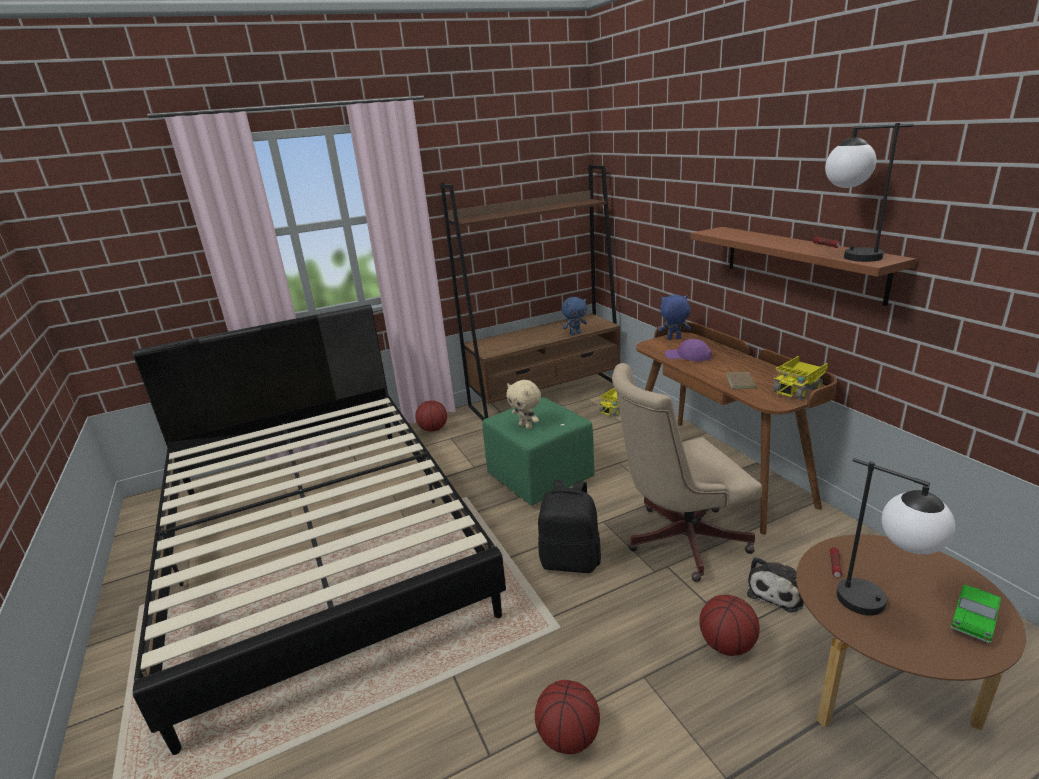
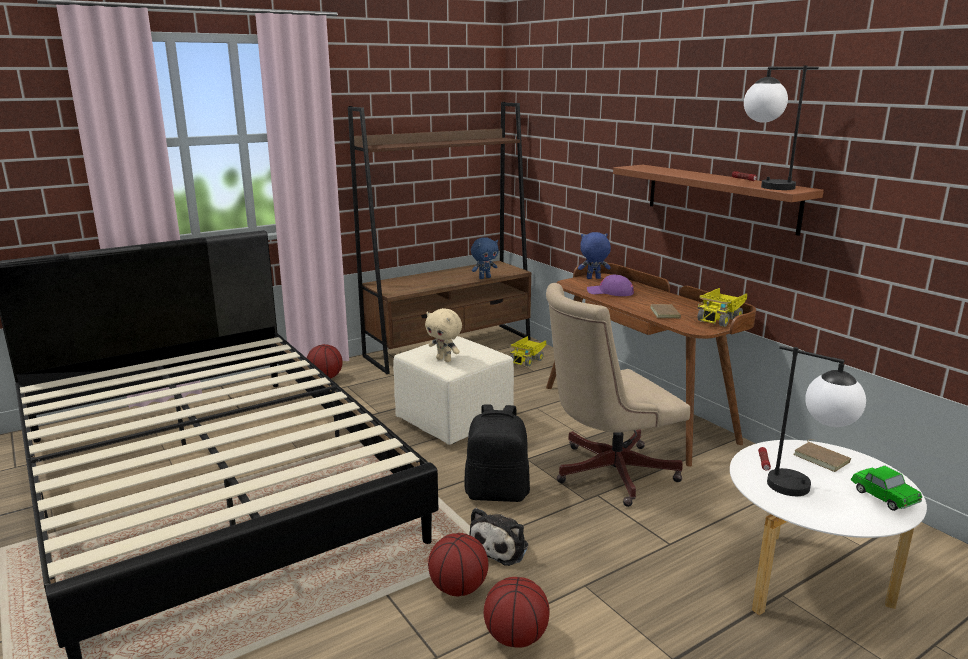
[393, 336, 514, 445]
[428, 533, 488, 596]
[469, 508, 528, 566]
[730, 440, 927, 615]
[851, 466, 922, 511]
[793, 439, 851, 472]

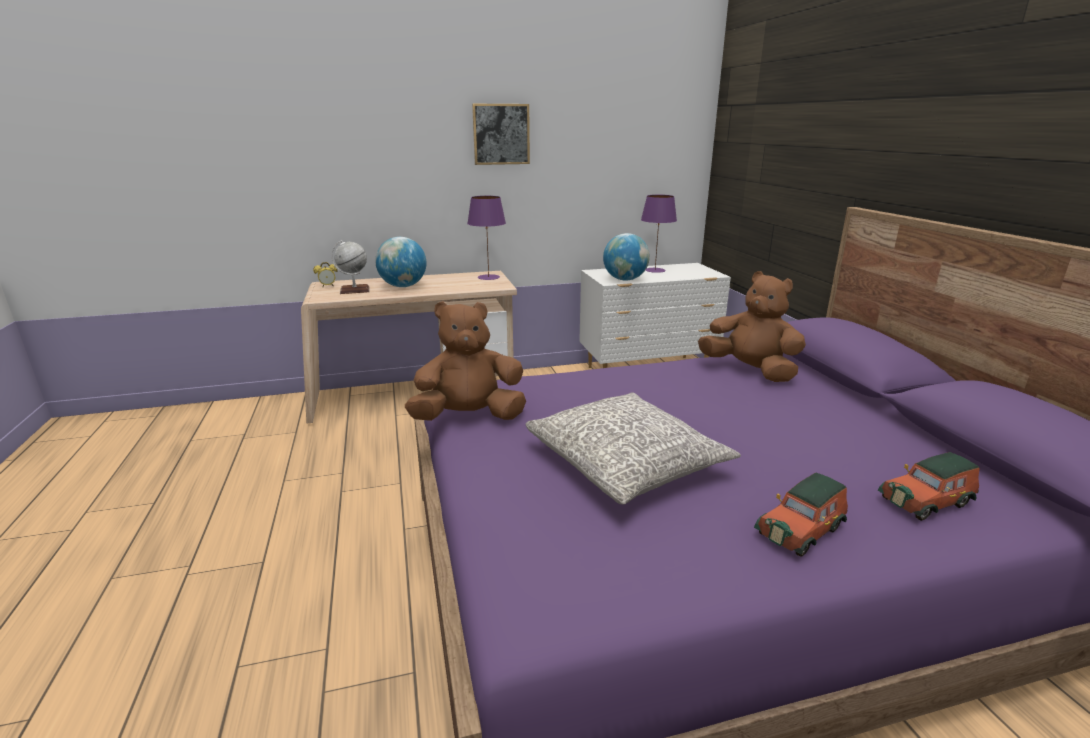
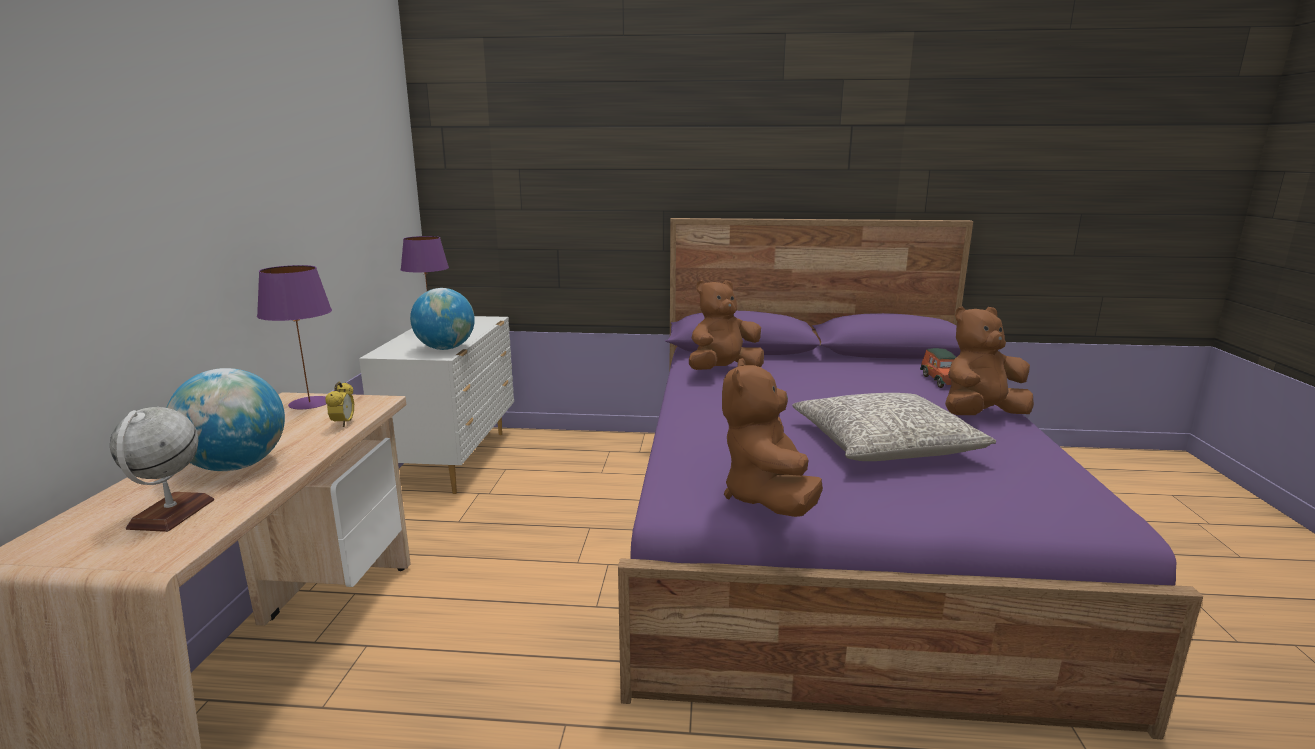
[325, 382, 354, 427]
[472, 104, 530, 165] (first image)
[945, 307, 1034, 415]

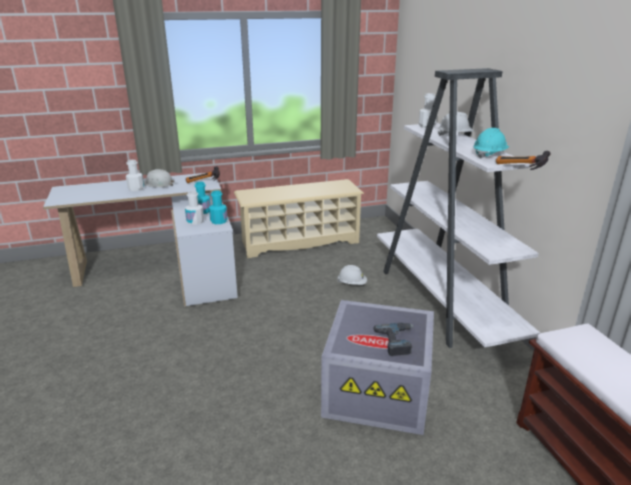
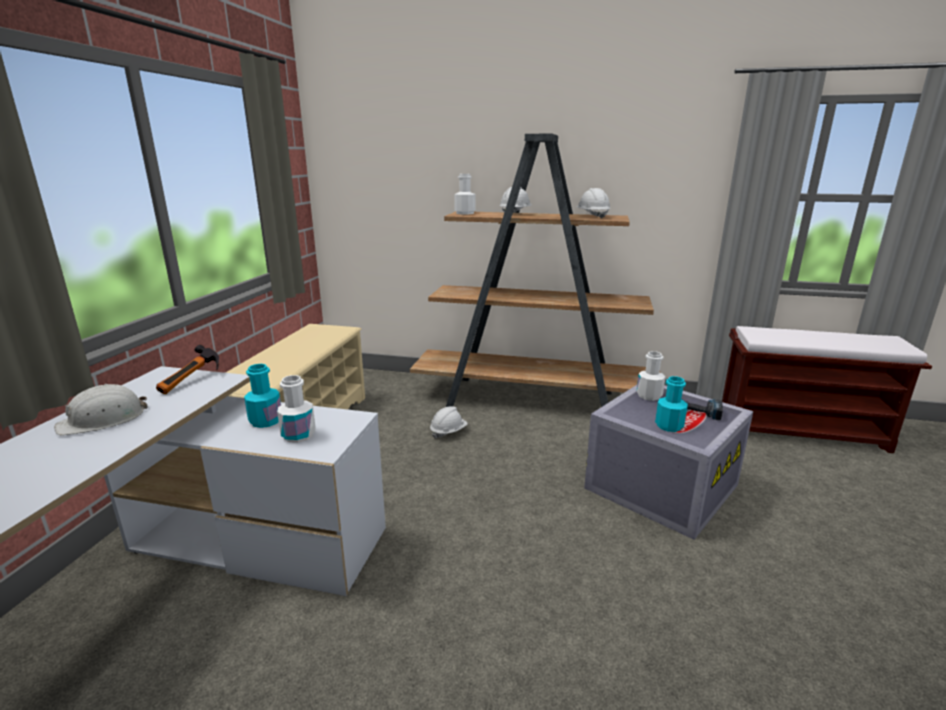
[637, 351, 665, 401]
[655, 376, 688, 432]
[410, 133, 654, 407]
[576, 188, 611, 219]
[496, 151, 551, 170] (first image)

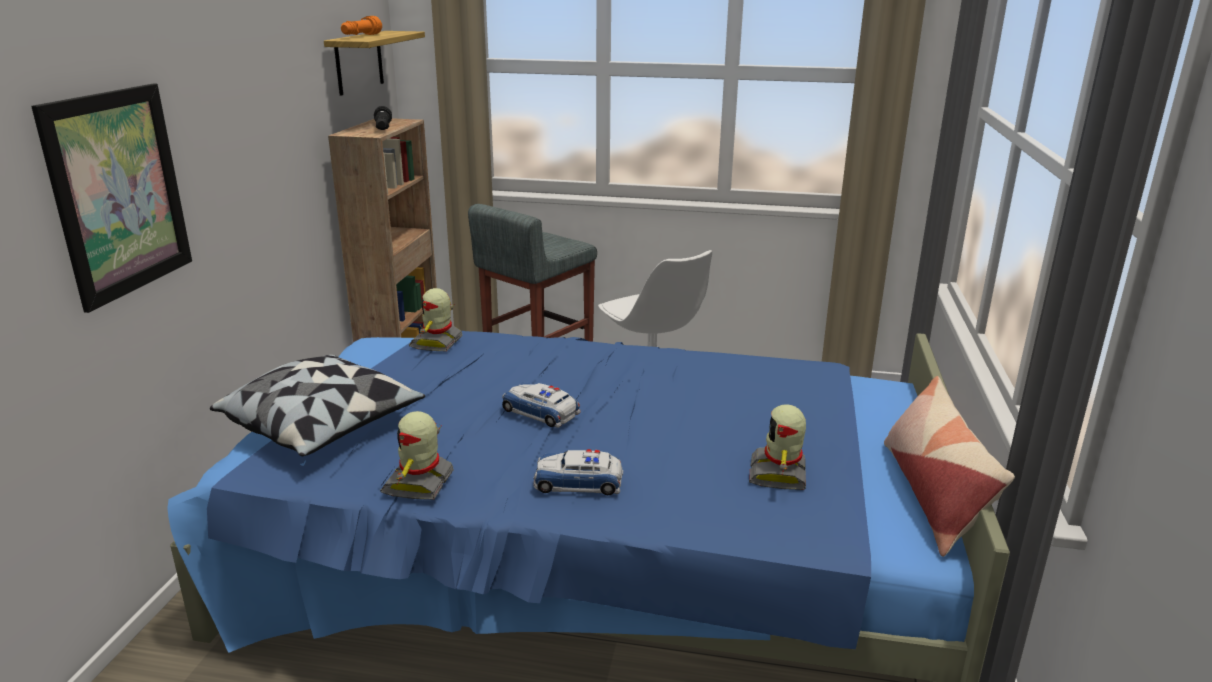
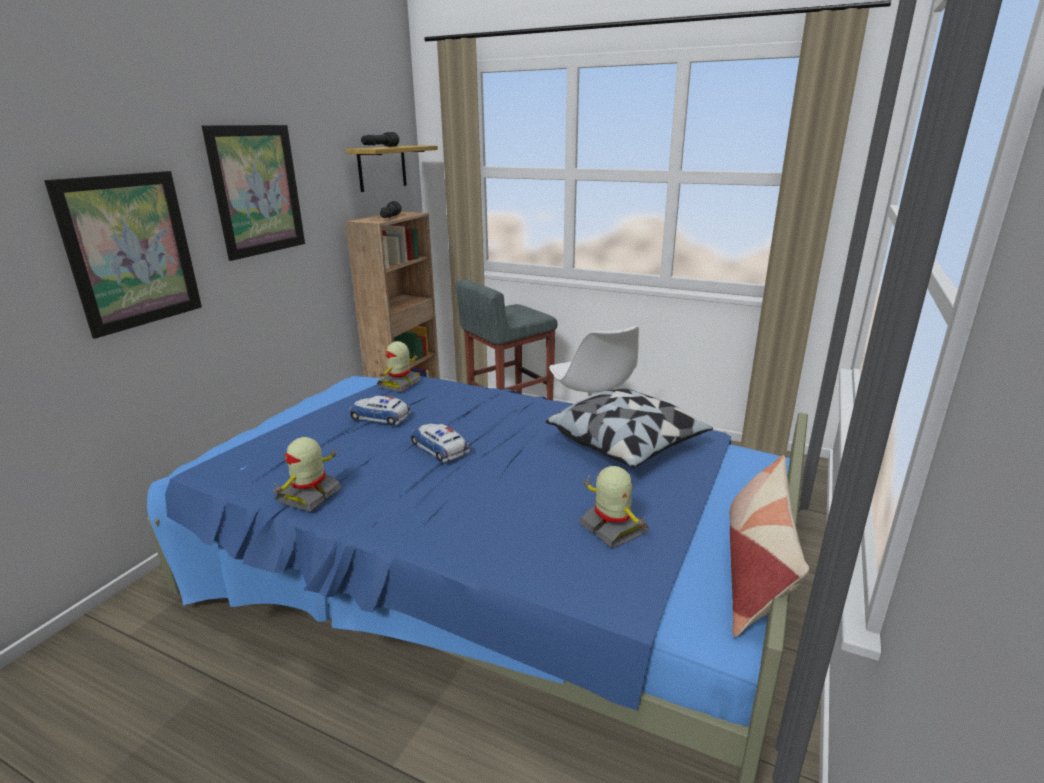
[546, 388, 713, 468]
[361, 132, 399, 147]
[349, 396, 411, 425]
[580, 466, 649, 548]
[202, 125, 305, 261]

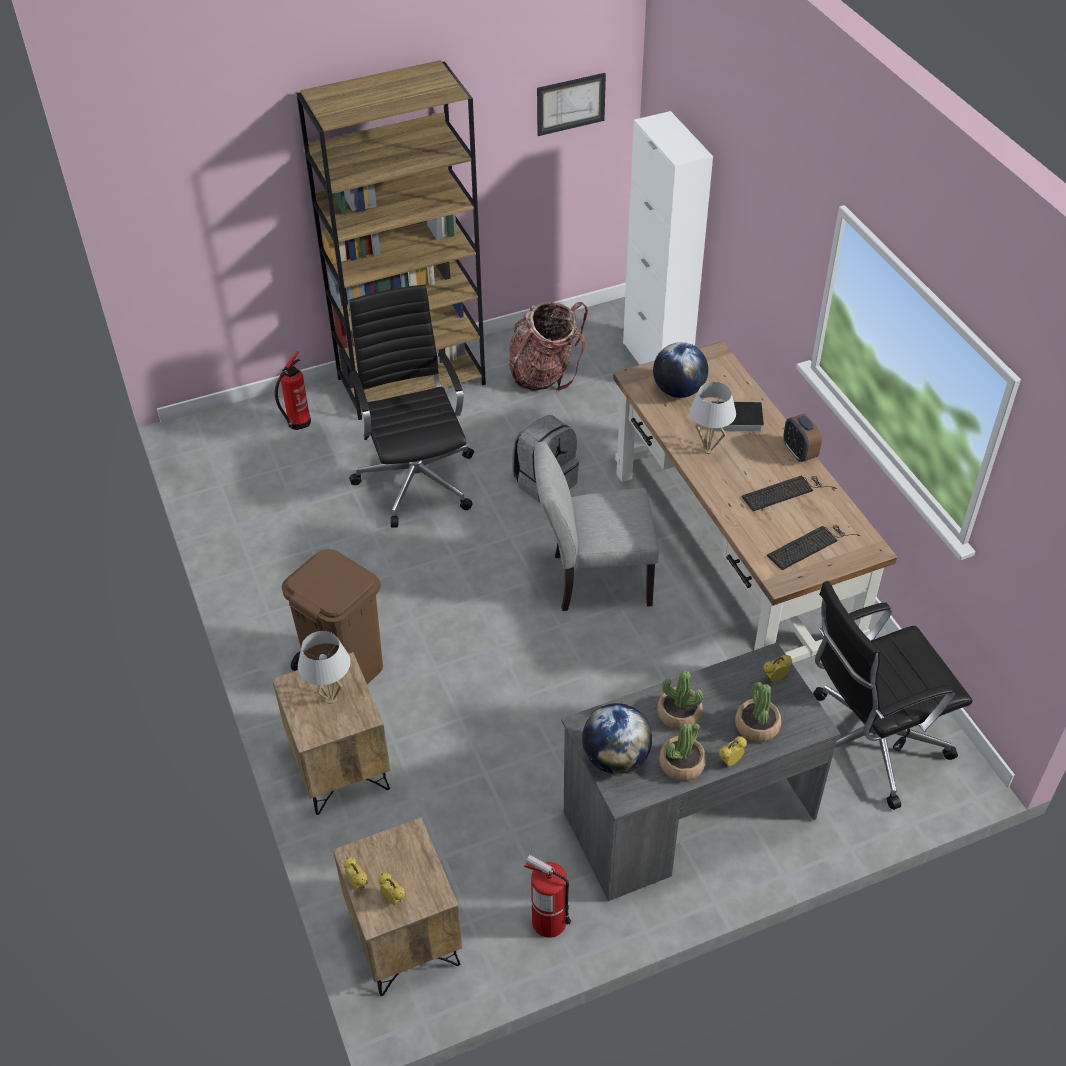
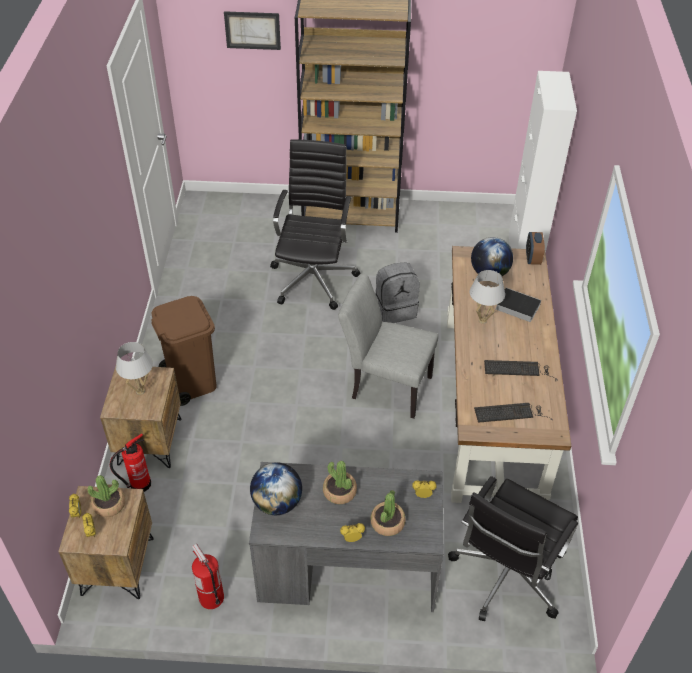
[110, 434, 151, 492]
[509, 302, 588, 391] (first image)
[224, 11, 281, 50]
[87, 475, 125, 517]
[526, 232, 545, 265]
[448, 476, 578, 621]

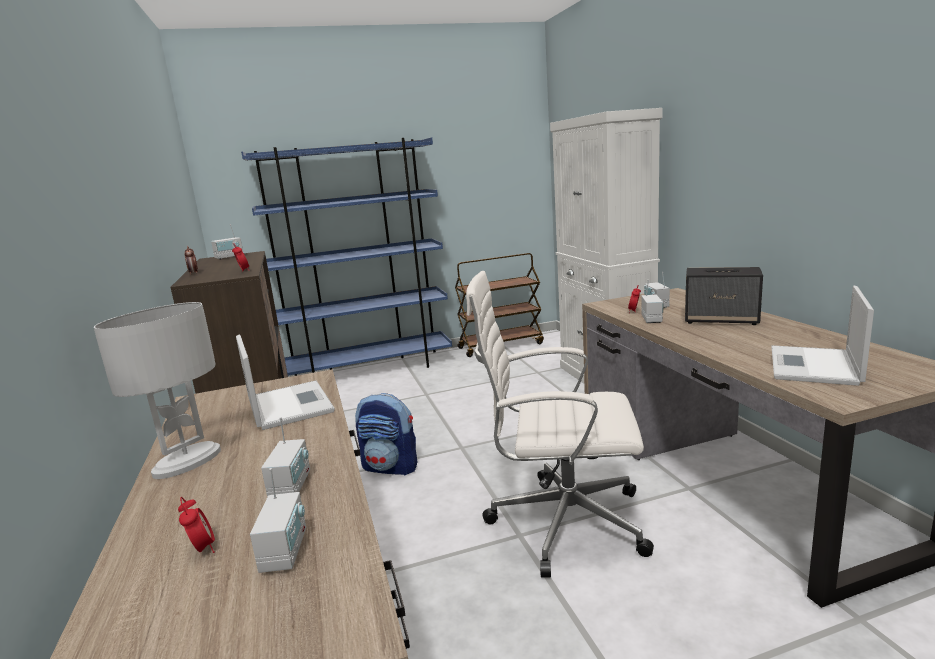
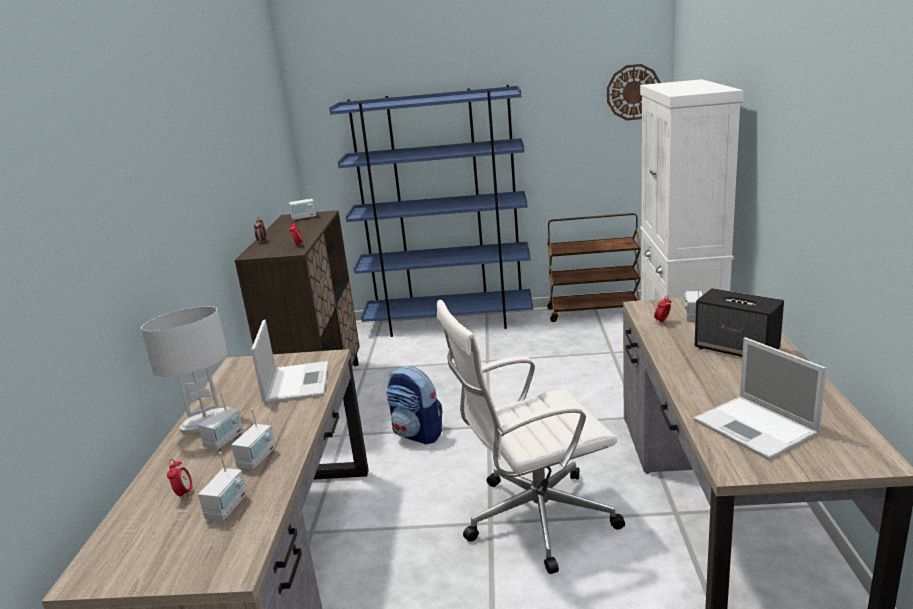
[437, 300, 625, 574]
[198, 392, 244, 450]
[694, 337, 827, 460]
[607, 64, 661, 120]

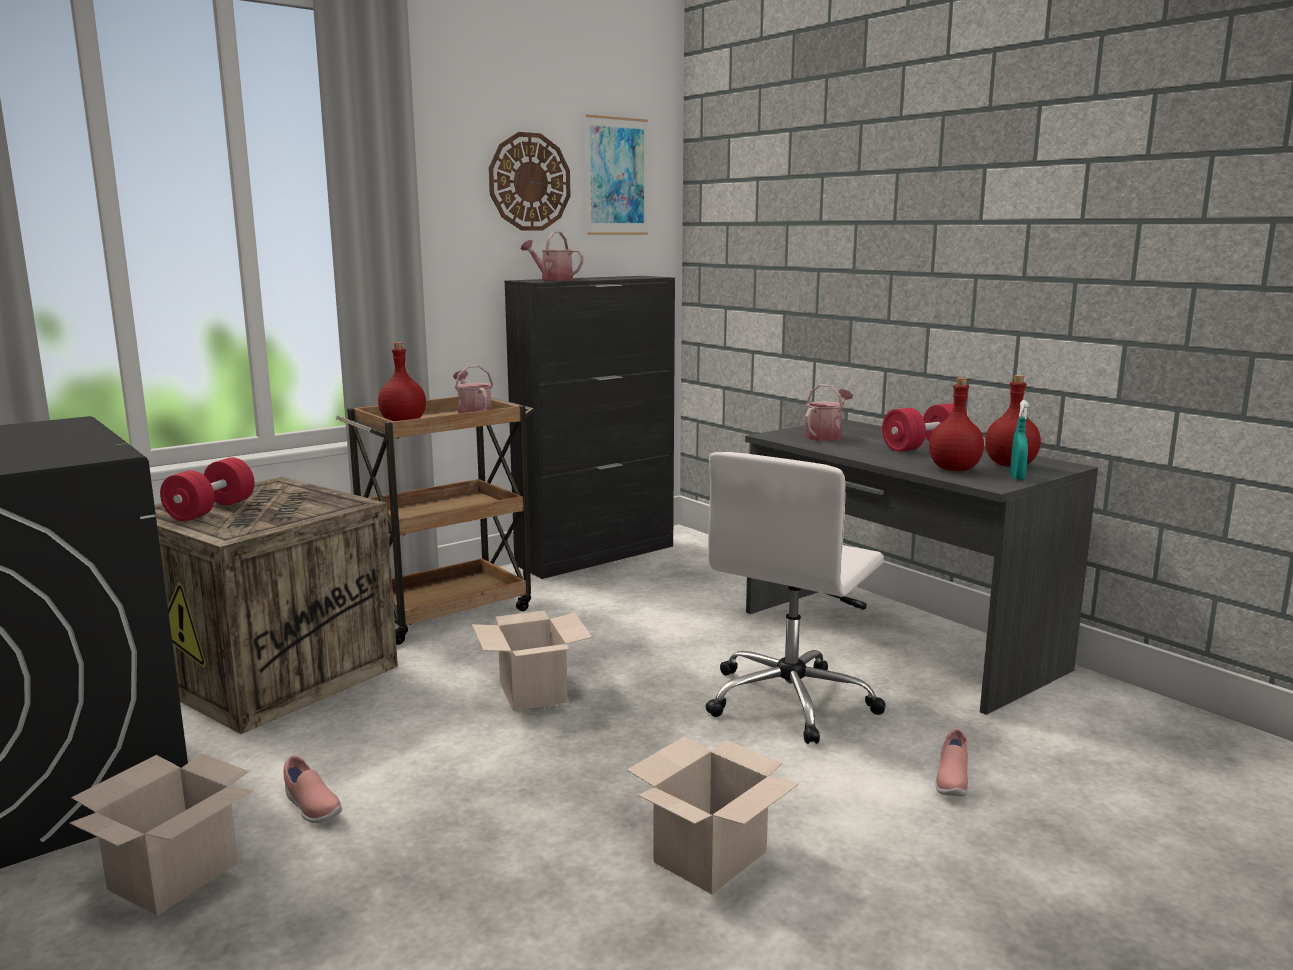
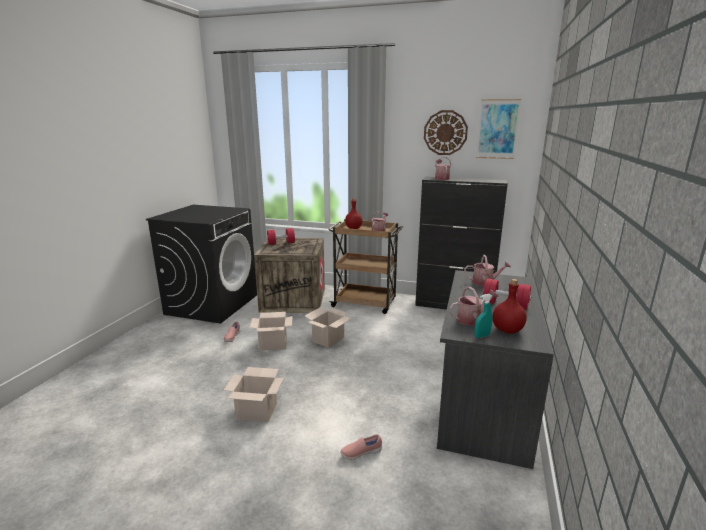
[250, 312, 293, 351]
[706, 452, 886, 744] (first image)
[449, 287, 499, 326]

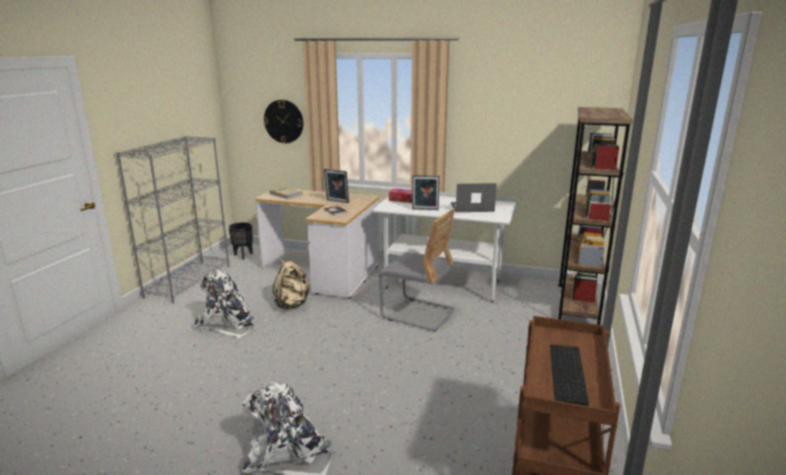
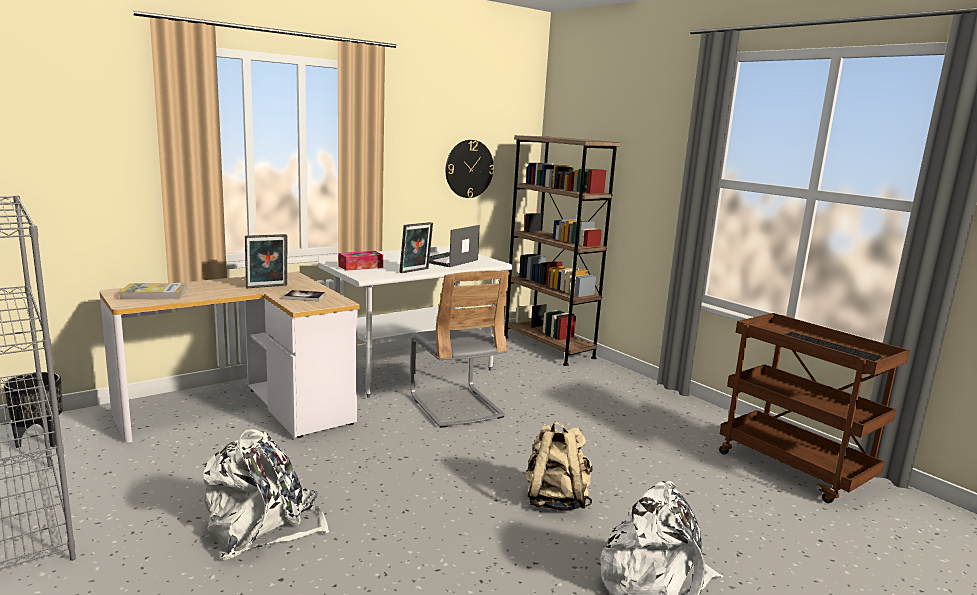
[446, 140, 494, 198]
[525, 421, 593, 511]
[411, 271, 510, 428]

